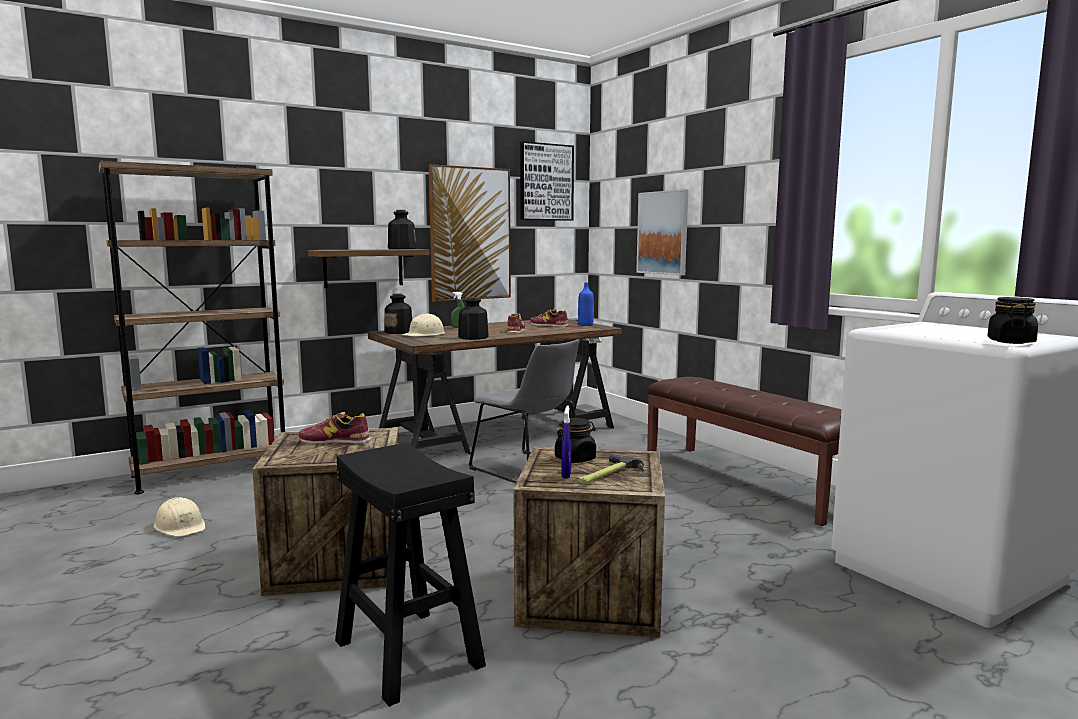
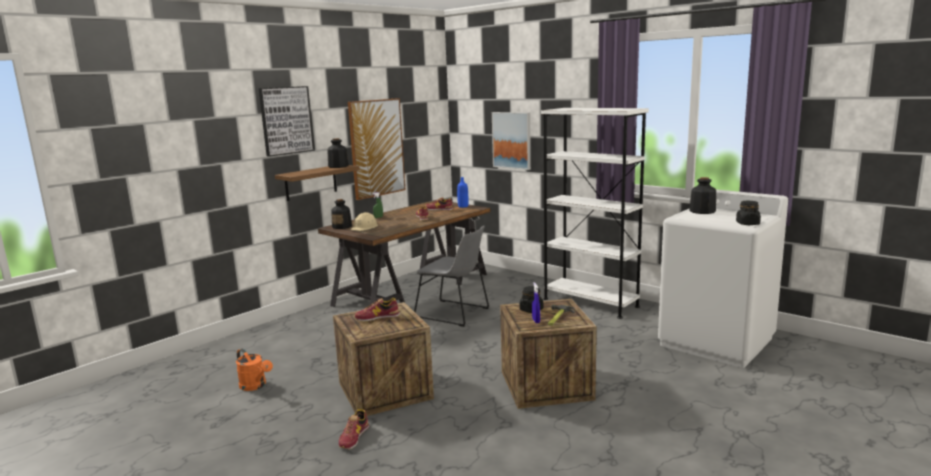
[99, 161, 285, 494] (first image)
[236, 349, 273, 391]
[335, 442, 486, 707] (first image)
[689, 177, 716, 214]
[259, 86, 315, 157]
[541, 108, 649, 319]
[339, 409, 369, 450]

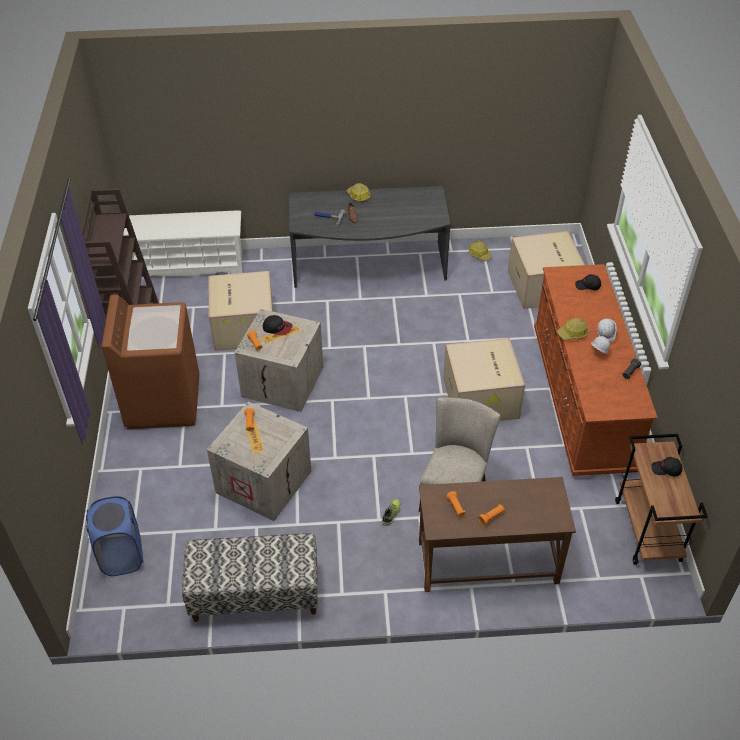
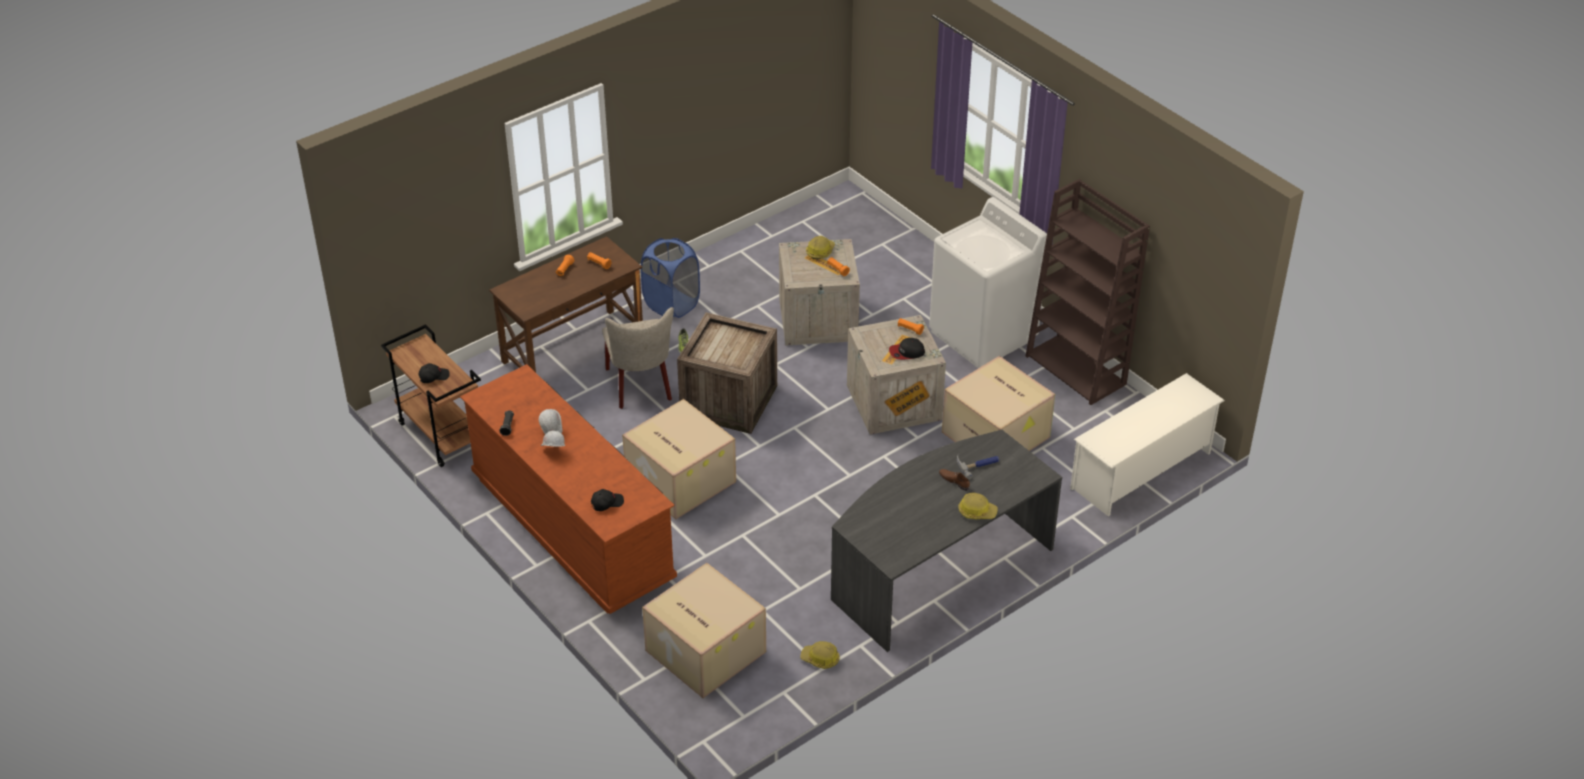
[641, 238, 700, 318]
[929, 197, 1047, 368]
[182, 533, 318, 622] (first image)
[806, 236, 835, 259]
[677, 312, 777, 434]

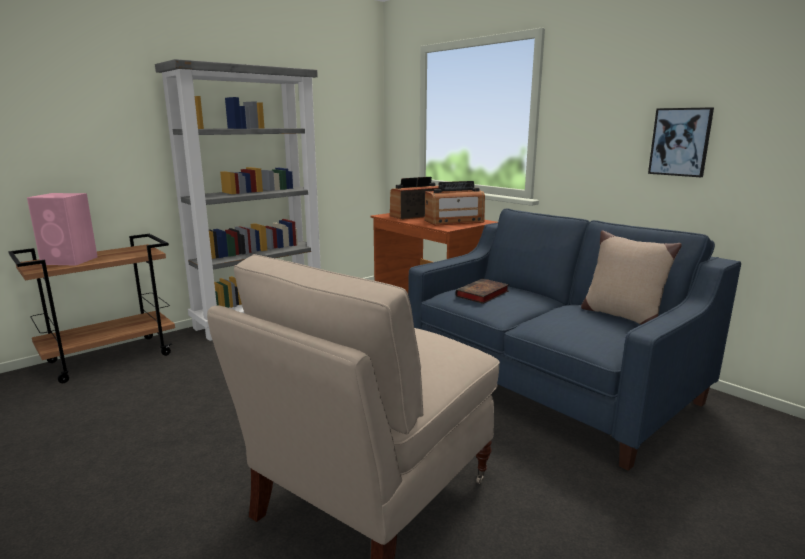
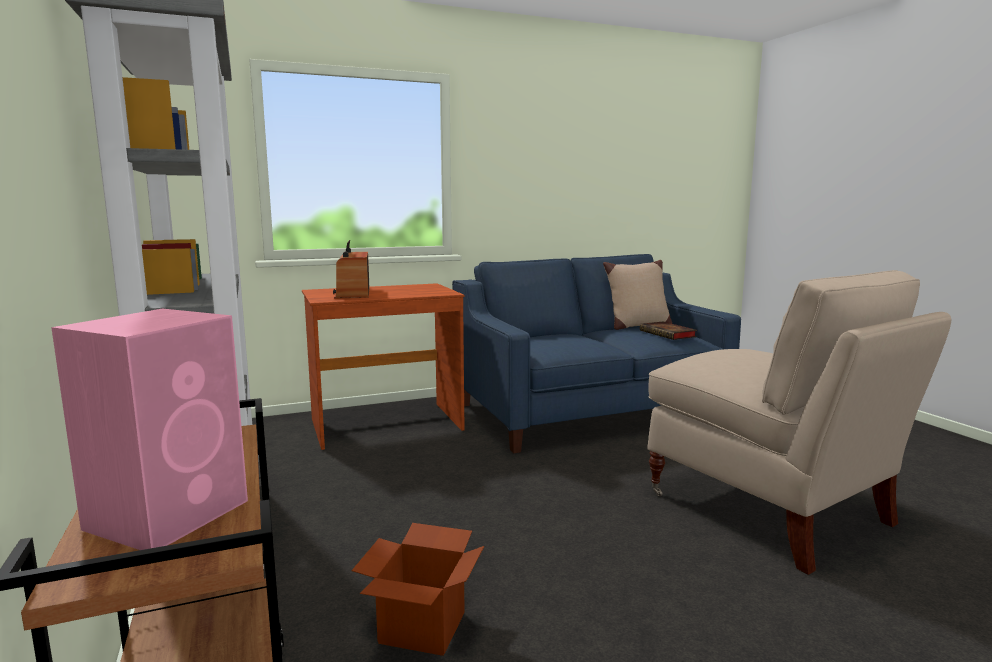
[425, 181, 485, 226] (first image)
[640, 321, 697, 340]
[648, 107, 714, 177] (first image)
[352, 523, 484, 656]

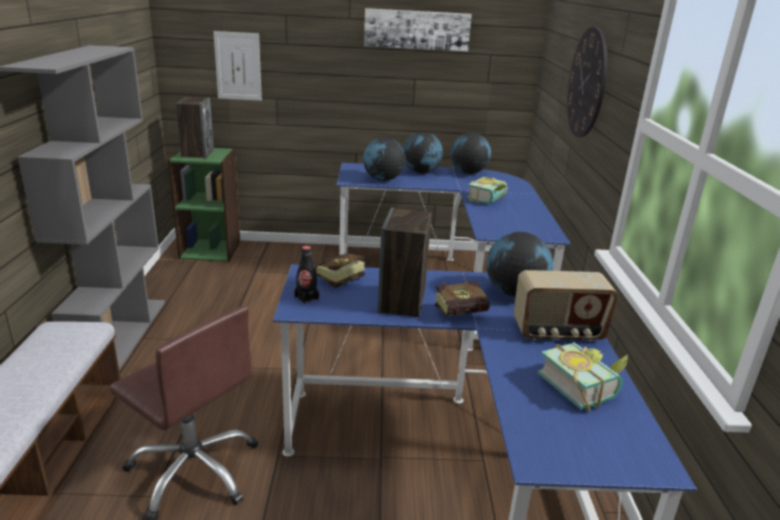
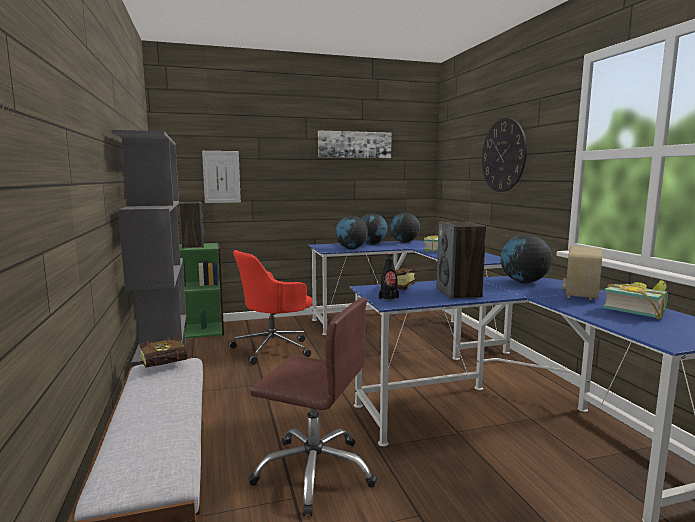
[139, 336, 192, 367]
[562, 246, 602, 300]
[228, 250, 312, 365]

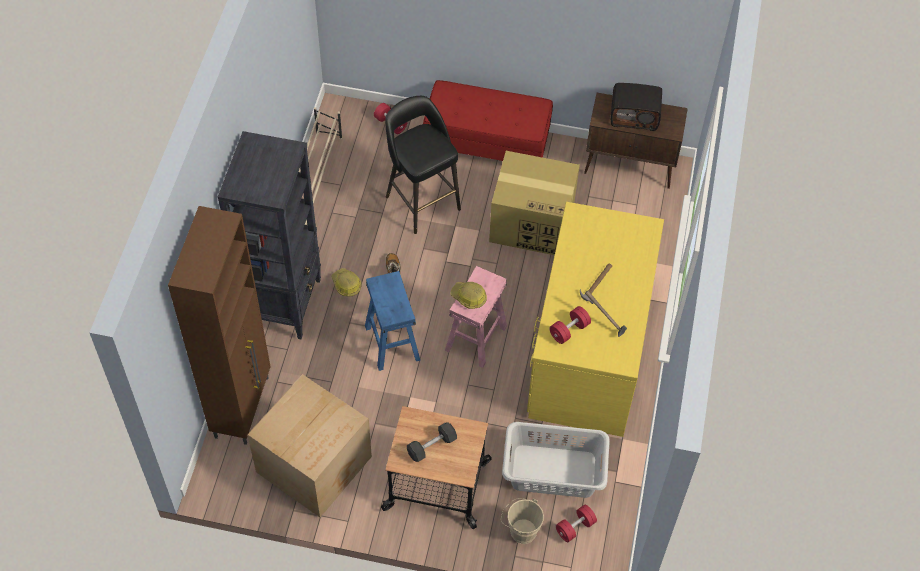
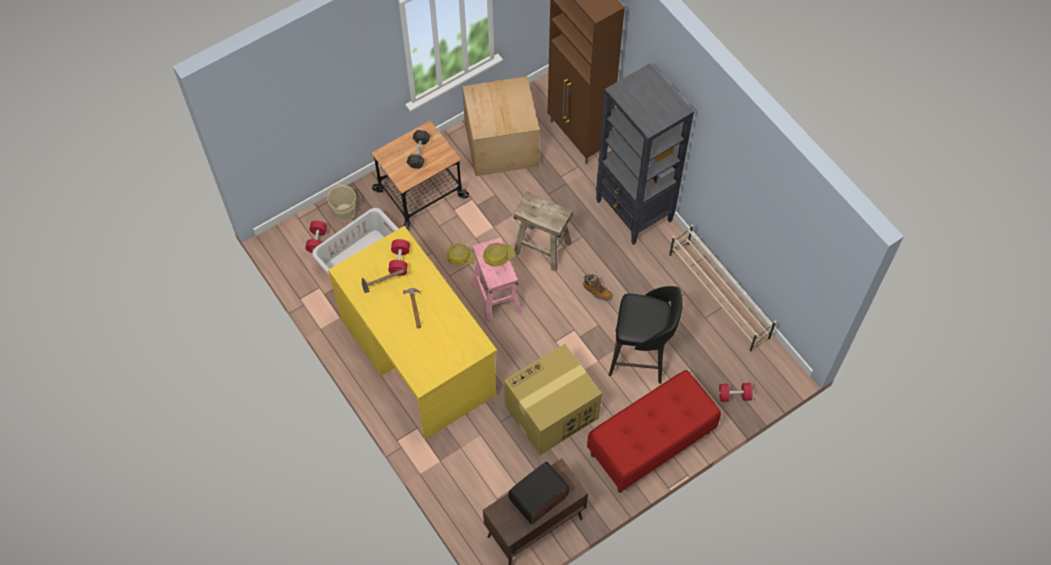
[446, 243, 476, 265]
[514, 191, 573, 272]

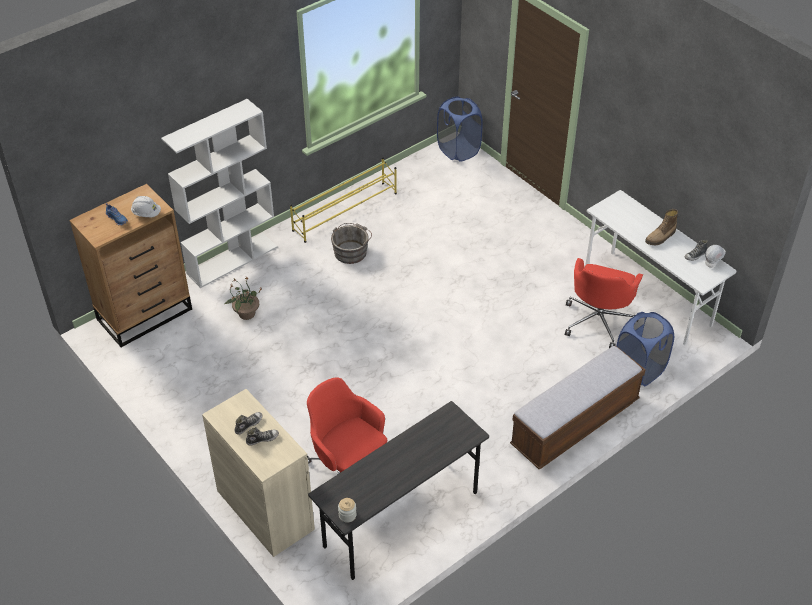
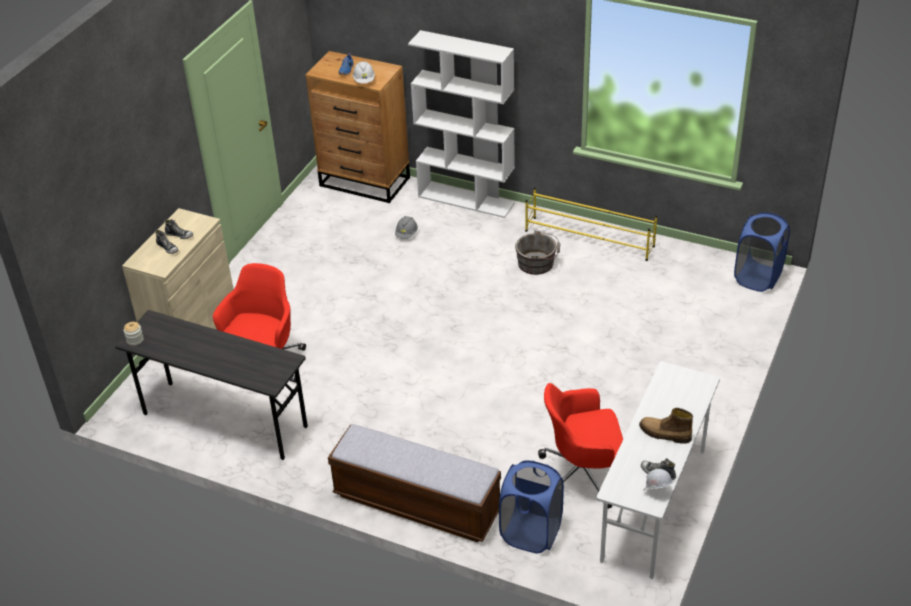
[395, 216, 418, 239]

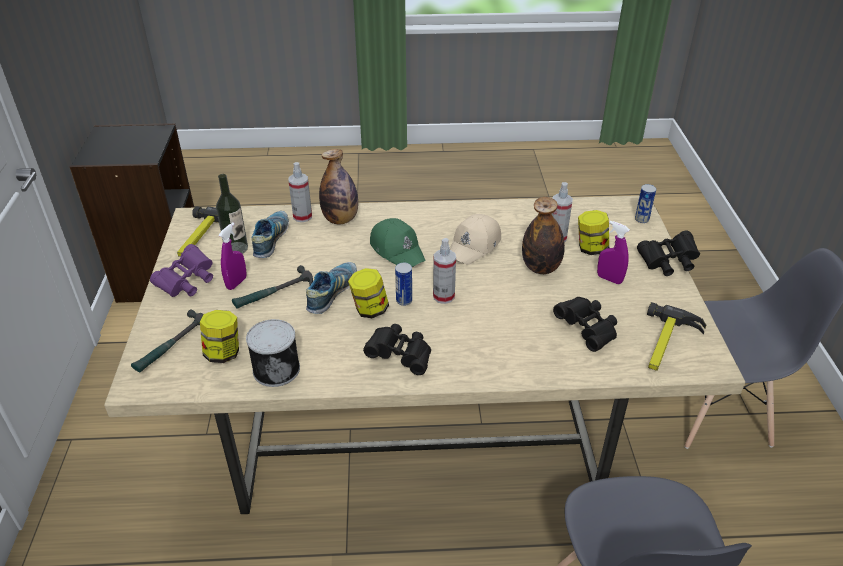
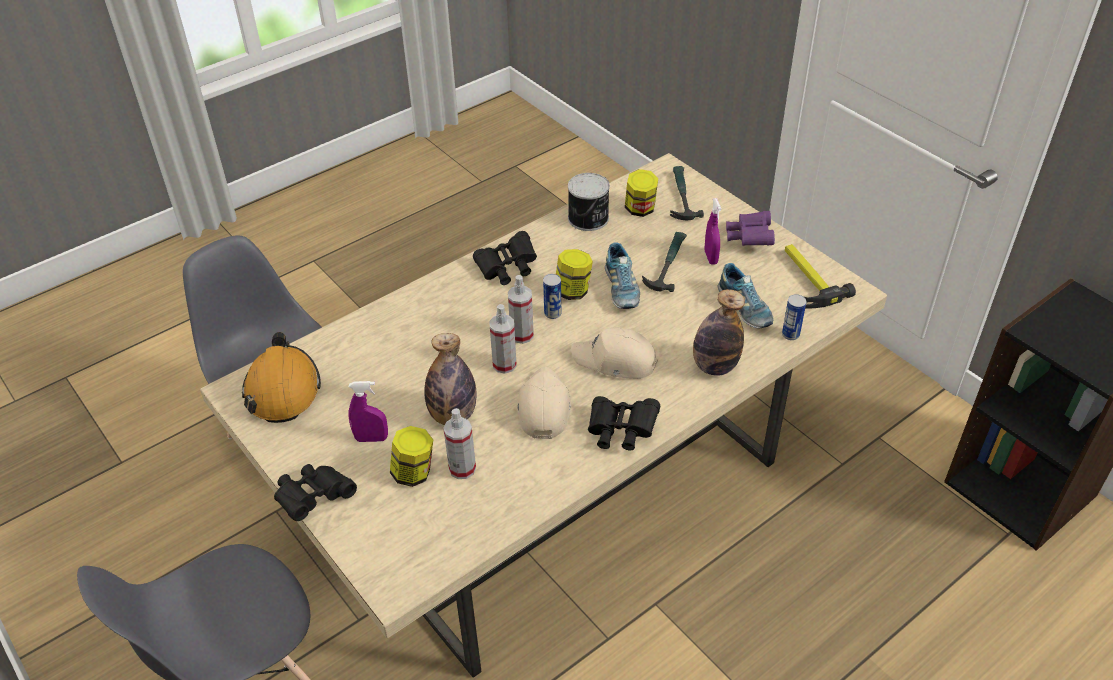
[216, 174, 248, 254] (first image)
[489, 304, 517, 374]
[571, 327, 658, 379]
[588, 396, 660, 450]
[782, 294, 807, 340]
[242, 332, 321, 423]

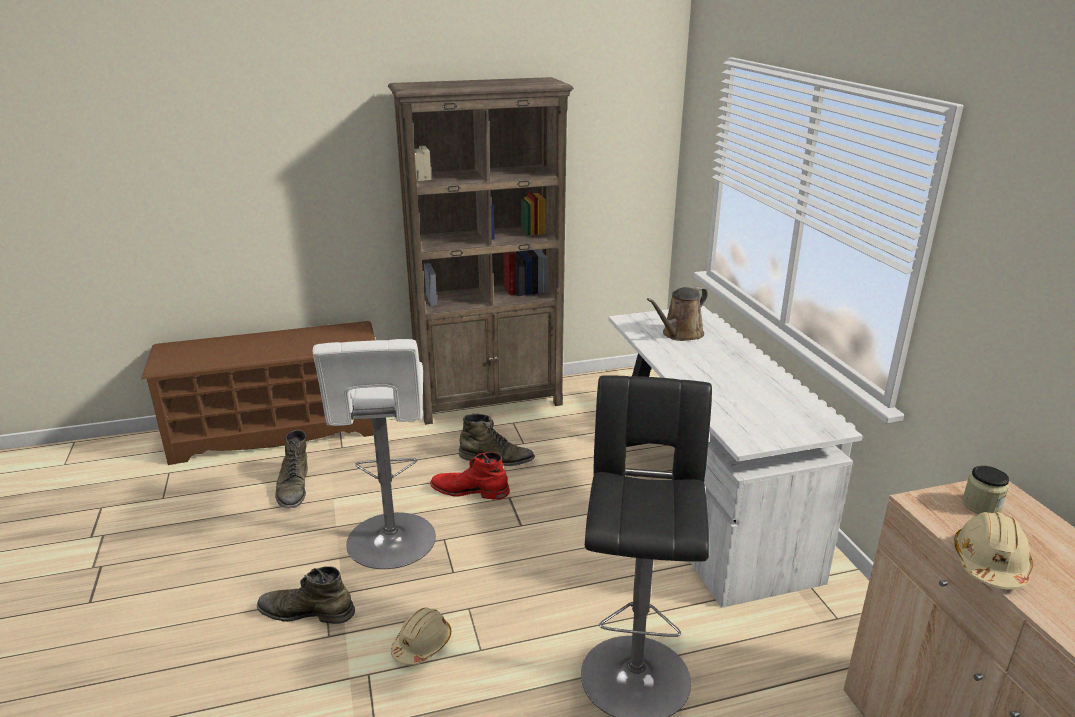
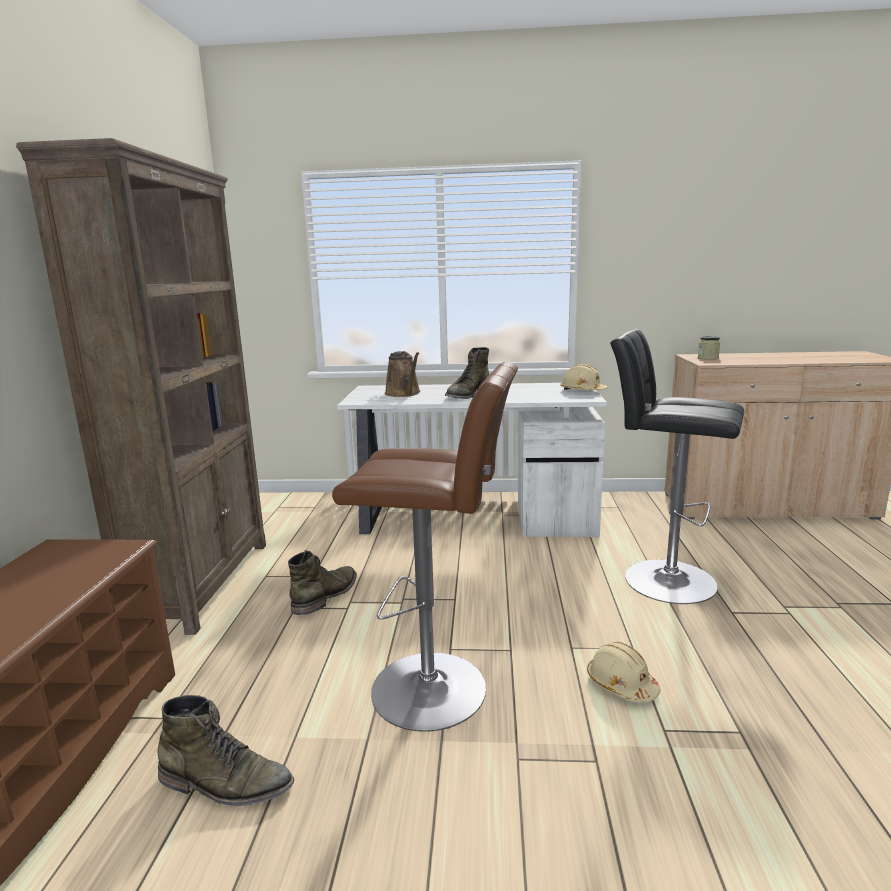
[445, 347, 489, 399]
[332, 362, 518, 732]
[430, 452, 510, 500] (first image)
[560, 364, 608, 390]

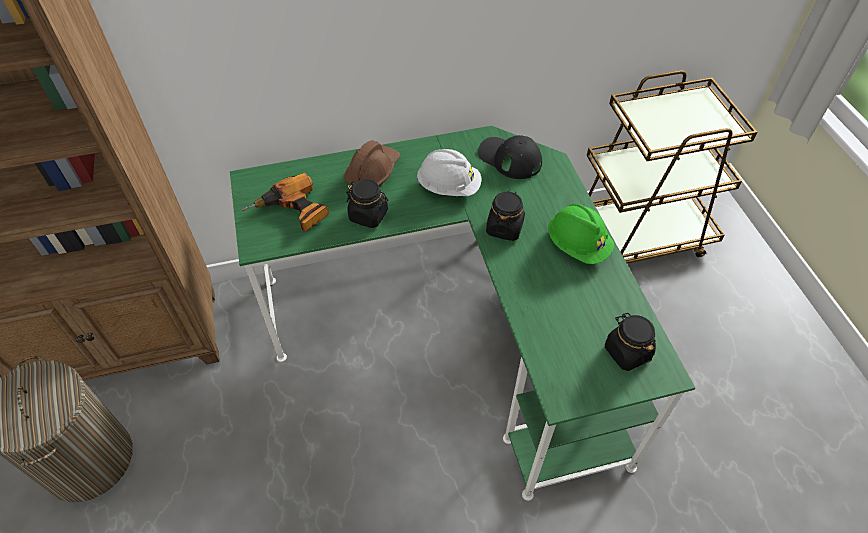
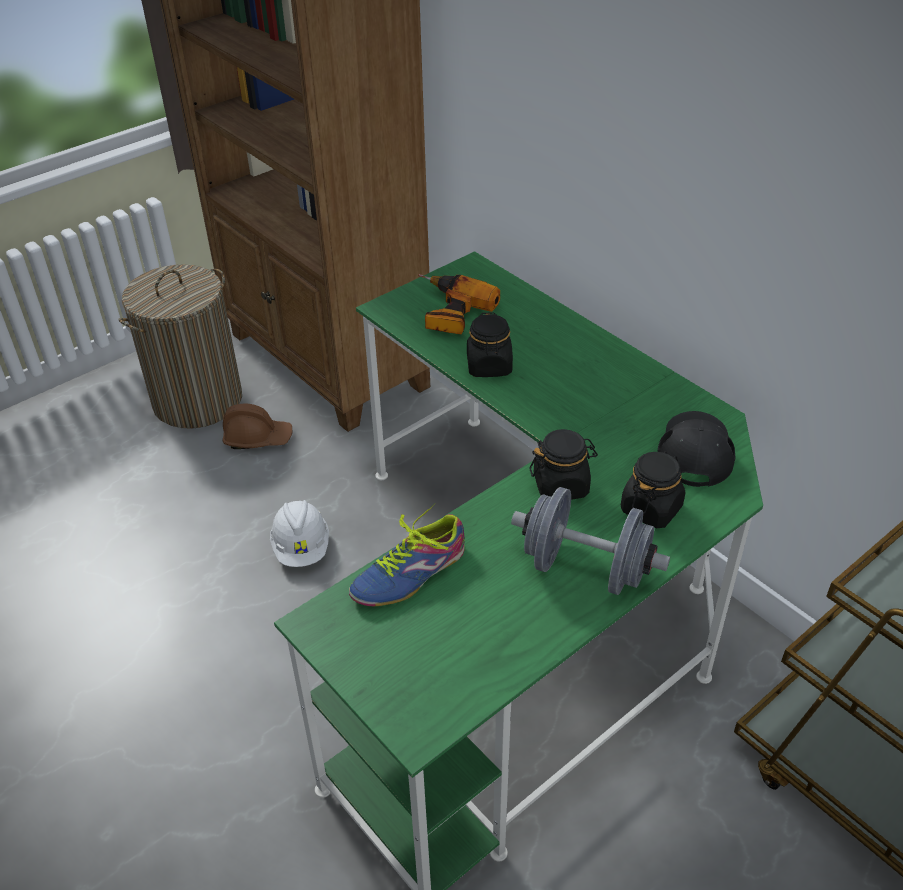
[223, 404, 292, 449]
[270, 500, 329, 567]
[511, 487, 670, 595]
[621, 451, 685, 528]
[349, 503, 465, 606]

